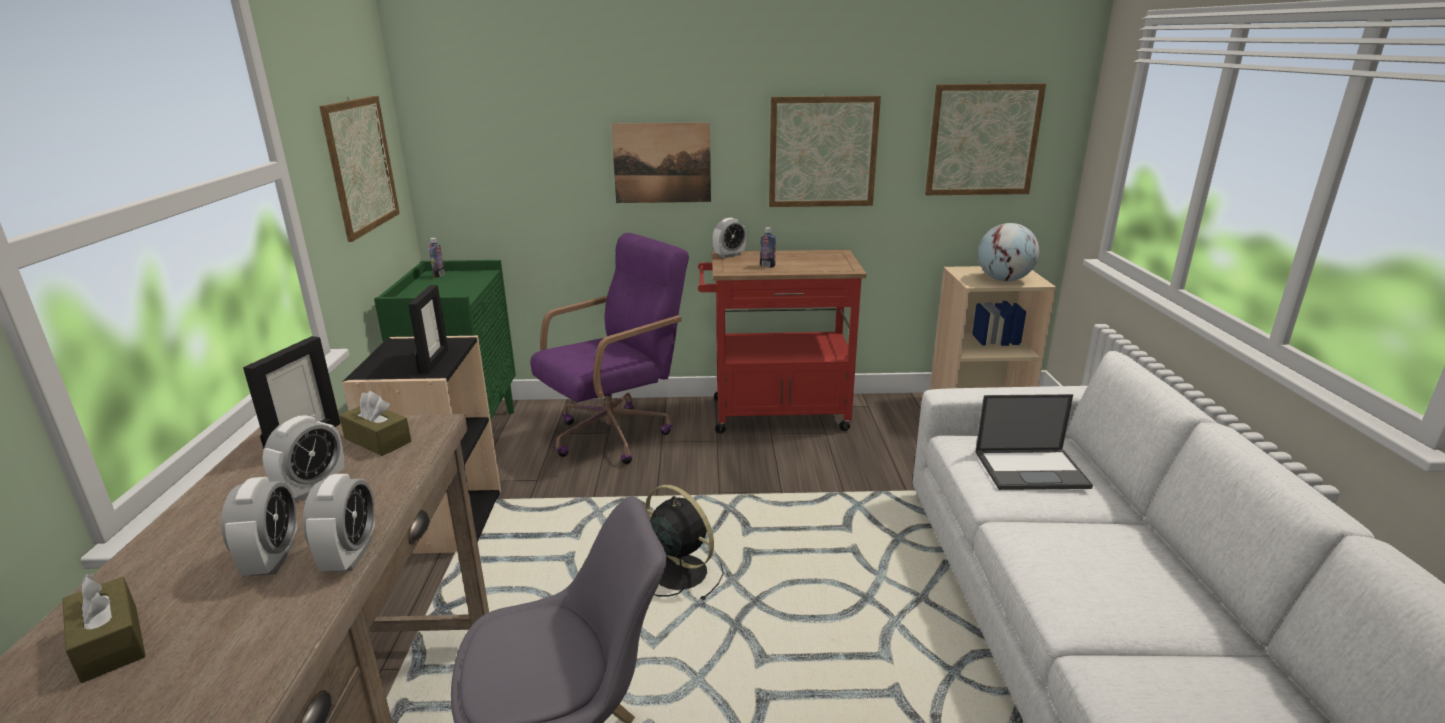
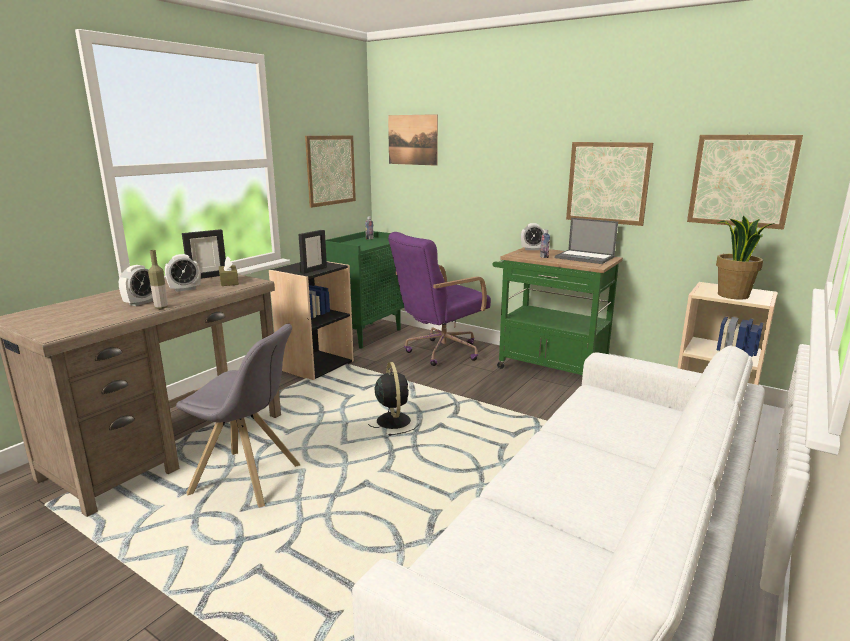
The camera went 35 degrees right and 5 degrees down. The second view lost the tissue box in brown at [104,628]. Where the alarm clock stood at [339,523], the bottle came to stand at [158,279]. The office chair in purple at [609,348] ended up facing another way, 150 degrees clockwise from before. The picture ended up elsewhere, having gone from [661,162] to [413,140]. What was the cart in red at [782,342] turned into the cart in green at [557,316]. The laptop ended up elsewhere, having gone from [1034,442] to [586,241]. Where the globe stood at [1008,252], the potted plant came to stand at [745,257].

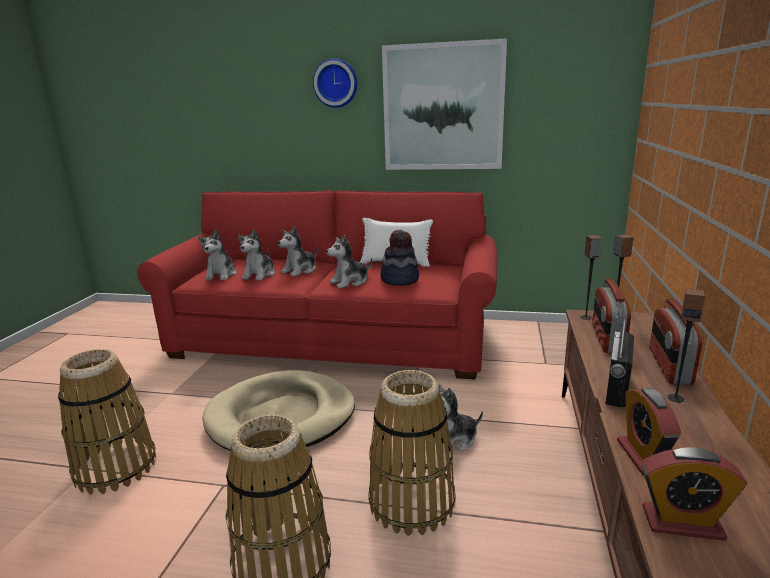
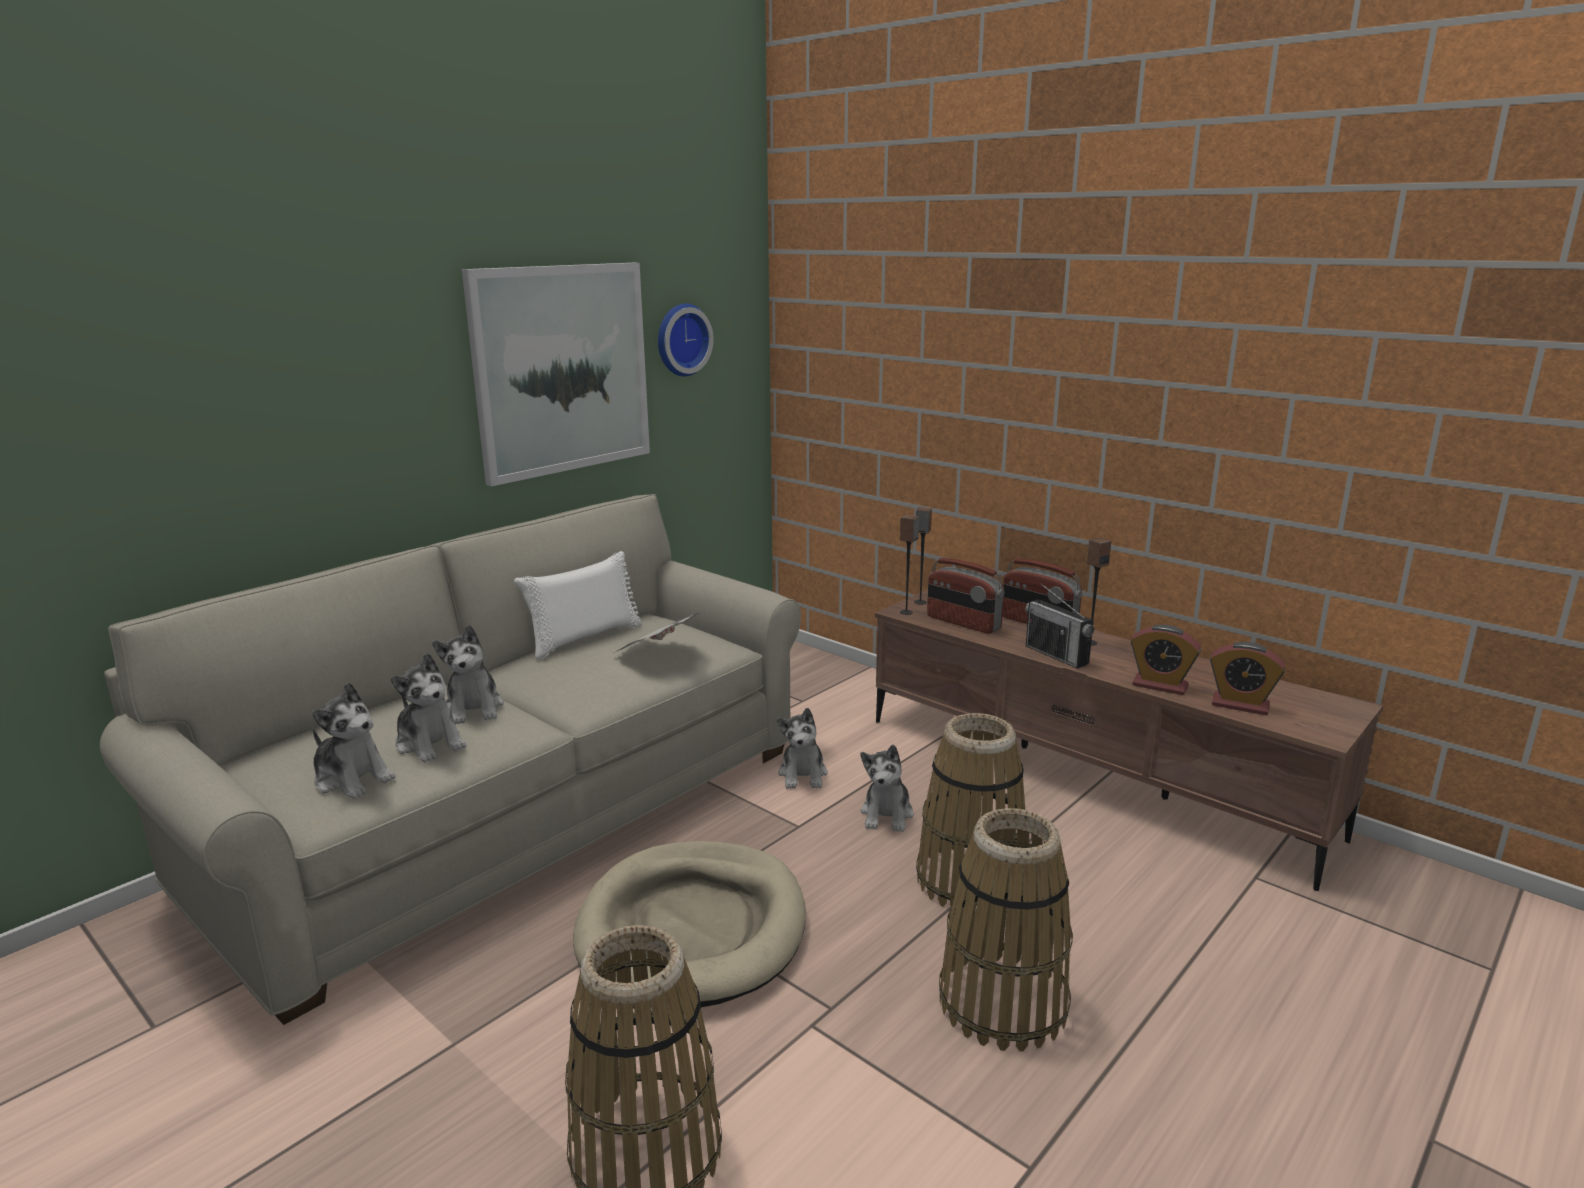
The camera went 60 degrees left and 0 degrees up. What was the sofa in red at [317,285] turned into the sofa in beige at [450,759]. The wall clock ended up elsewhere, having gone from [335,83] to [685,340]. The plush toy ended up elsewhere, having gone from [349,261] to [802,748]. Where the hat stood at [399,258], the newspaper came to stand at [656,633]. The alarm clock at [694,494] ended up facing another way, 75 degrees clockwise from before.

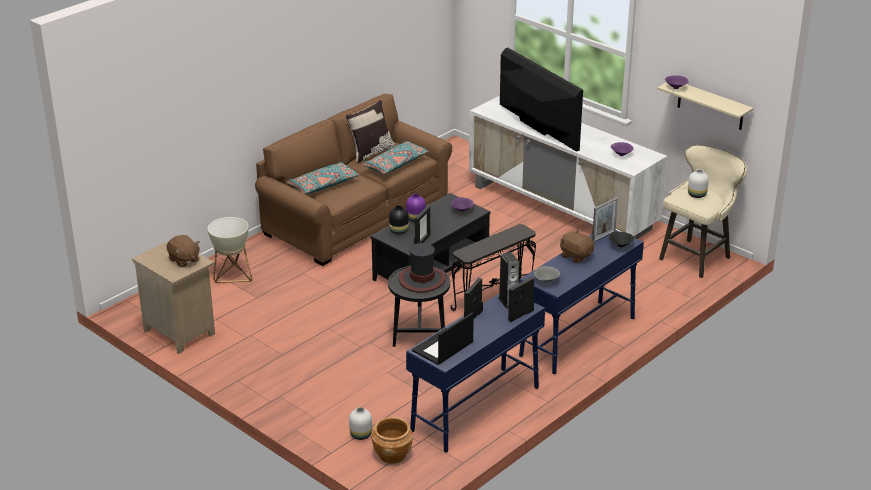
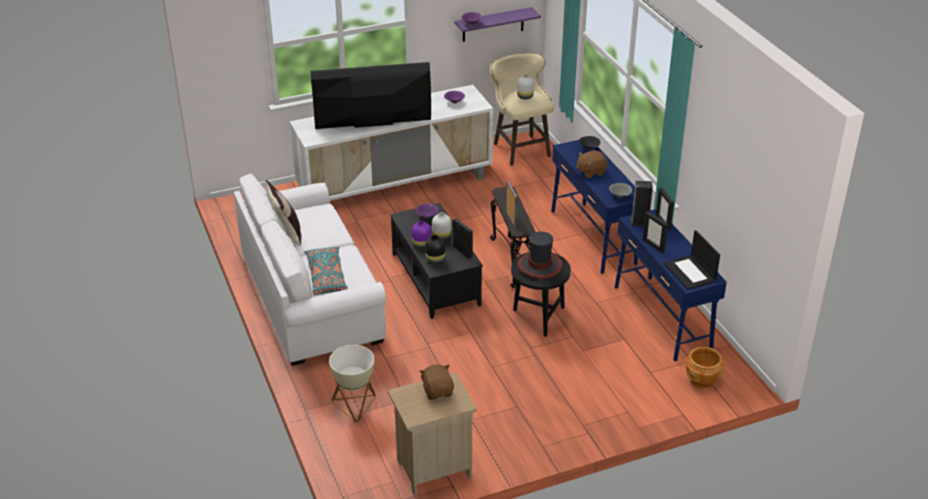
The camera went 65 degrees left and 5 degrees up. The plush toy in brown at [183,251] ended up facing another way, 90 degrees counterclockwise from before. What was the sofa in brown at [353,180] turned into the sofa in white at [310,269]. The vase in white ended up elsewhere, having gone from [360,423] to [441,226]. The second view lost the pillow in turquoise at [395,158]. The picture frame ended up elsewhere, having gone from [605,219] to [511,203]. What was the shelf in beige at [705,106] turned into the shelf in purple at [497,24].

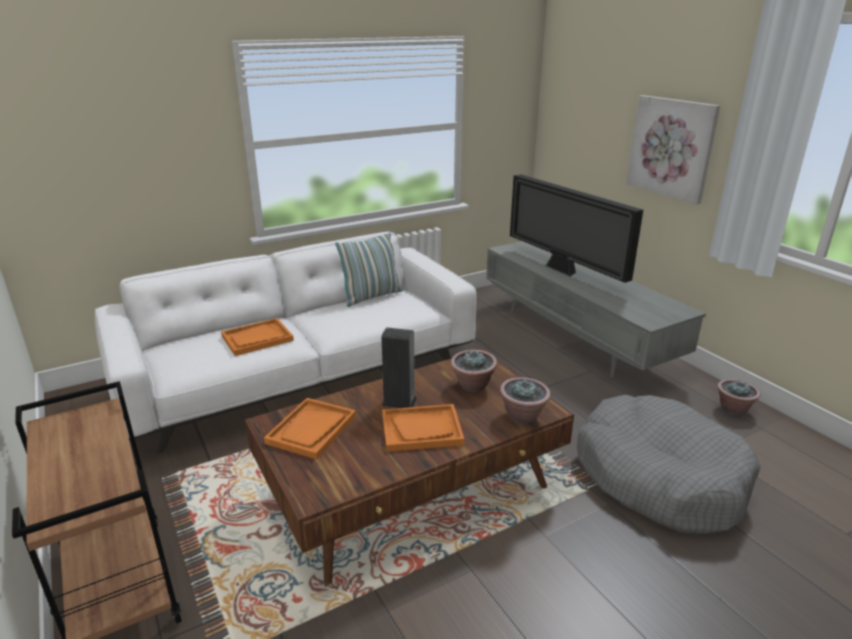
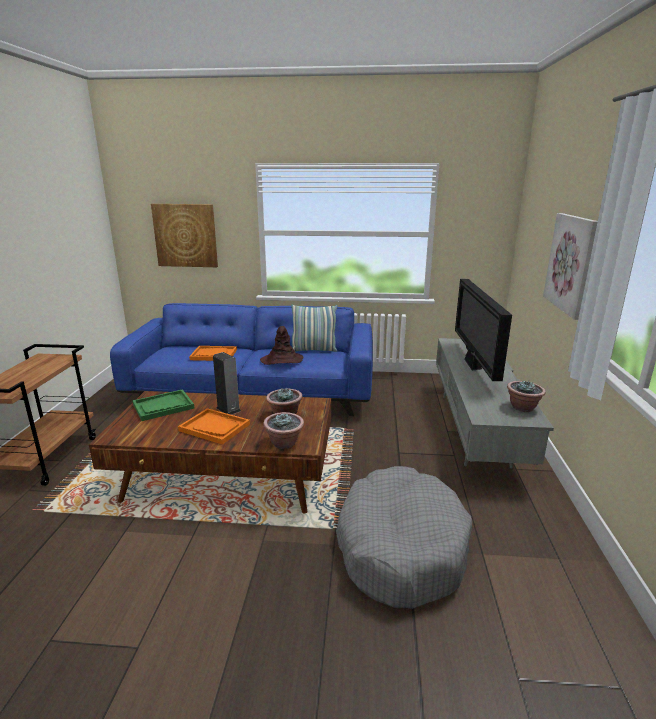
The camera went 35 degrees right and 5 degrees down. What was the sofa in white at [286,343] turned into the sofa in blue at [241,359]. What was the tray in orange at [310,428] turned into the tray in green at [163,405]. The potted plant ended up elsewhere, having gone from [739,397] to [526,396]. The second view gained the picture at [184,235]. The second view gained the hat in brown at [282,345].

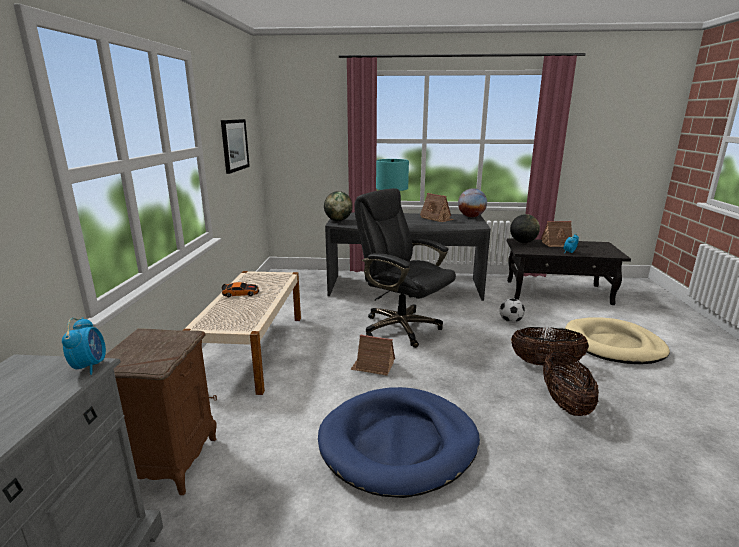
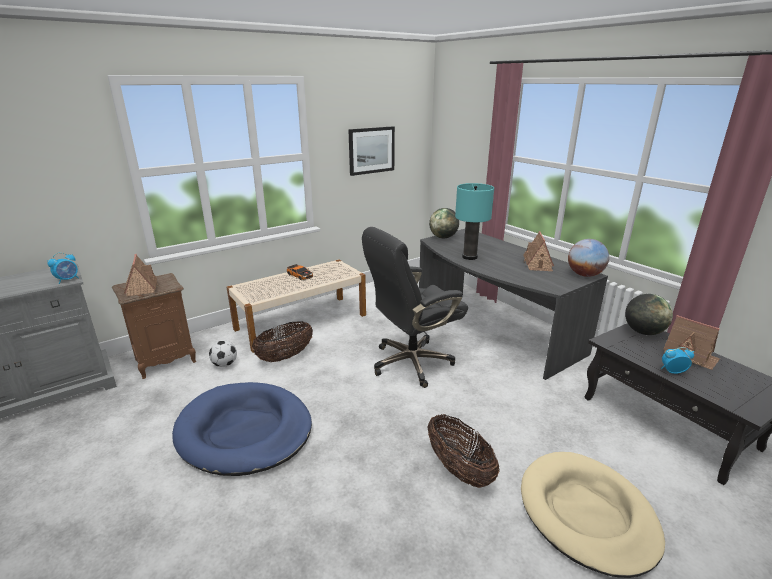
The camera went 50 degrees right and 5 degrees up. The toy house ended up elsewhere, having gone from [373,355] to [141,275]. The office chair in black at [405,268] ended up facing another way, 120 degrees counterclockwise from before. The football ended up elsewhere, having gone from [512,310] to [223,353]. The basket ended up elsewhere, having gone from [571,383] to [282,341].

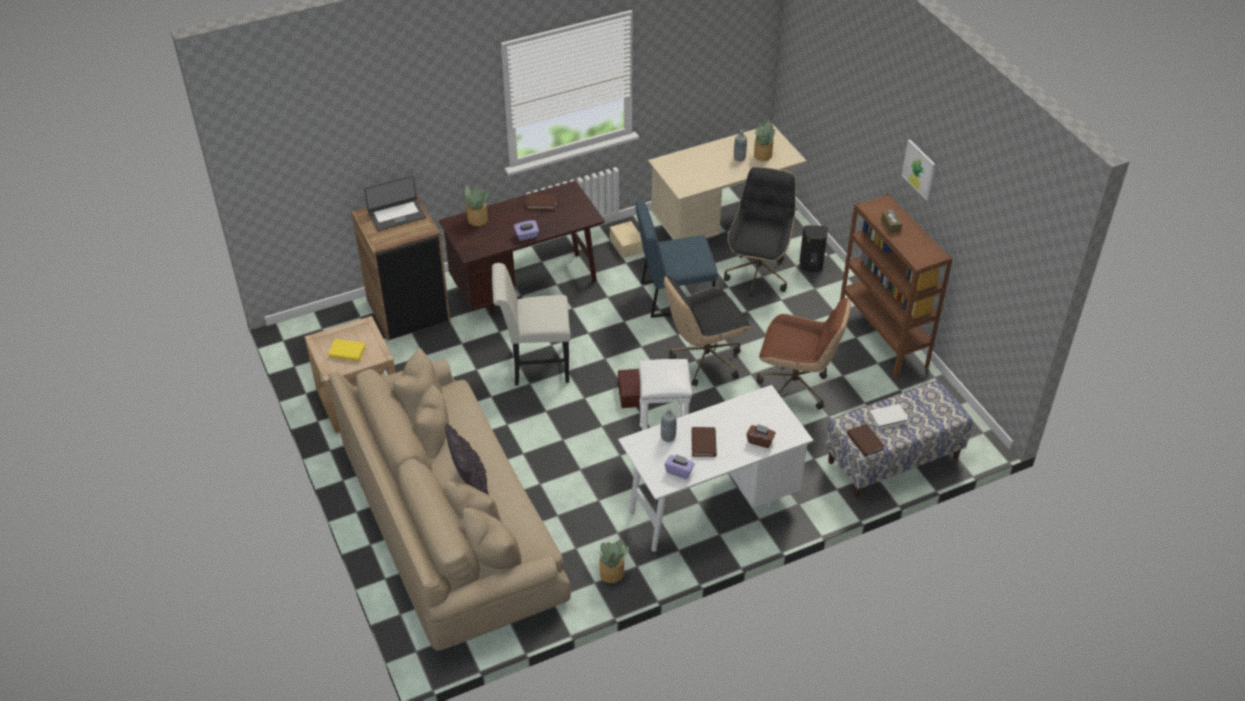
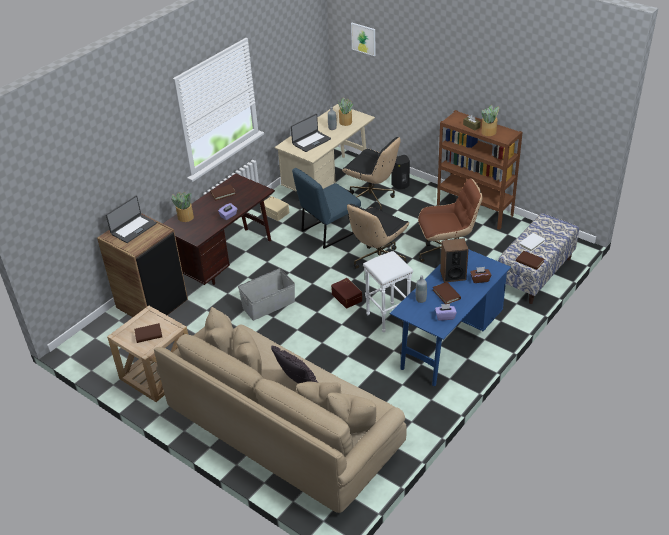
The camera went 25 degrees left and 5 degrees down. What was the book in yellow at [347,350] turned into the book in brown at [148,333]. Where the chair in white stood at [531,324], the storage box in grey came to stand at [266,294]. The potted plant ended up elsewhere, having gone from [614,561] to [490,120]. What was the desk in white at [715,468] turned into the desk in blue at [450,318]. The office chair in black at [760,232] ended up facing another way, 135 degrees clockwise from before. The picture ended up elsewhere, having gone from [918,170] to [363,39]. The second view gained the laptop at [311,133]. The second view gained the speaker at [454,260].

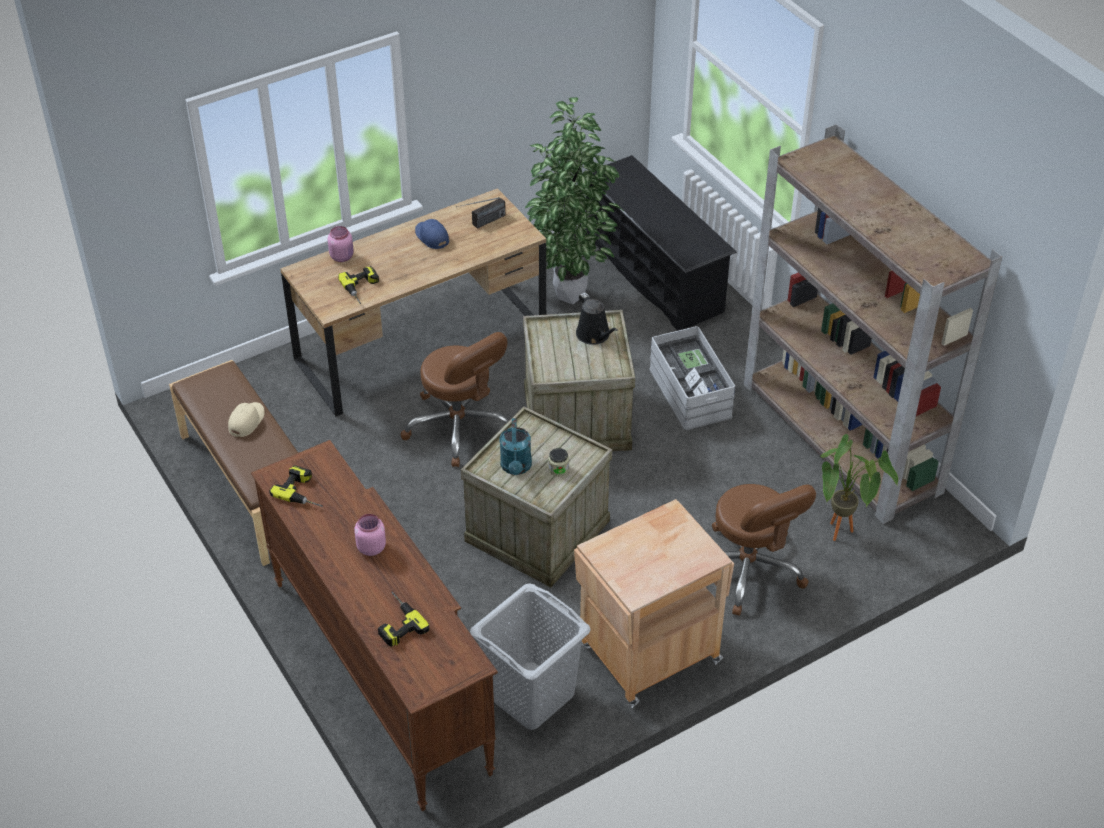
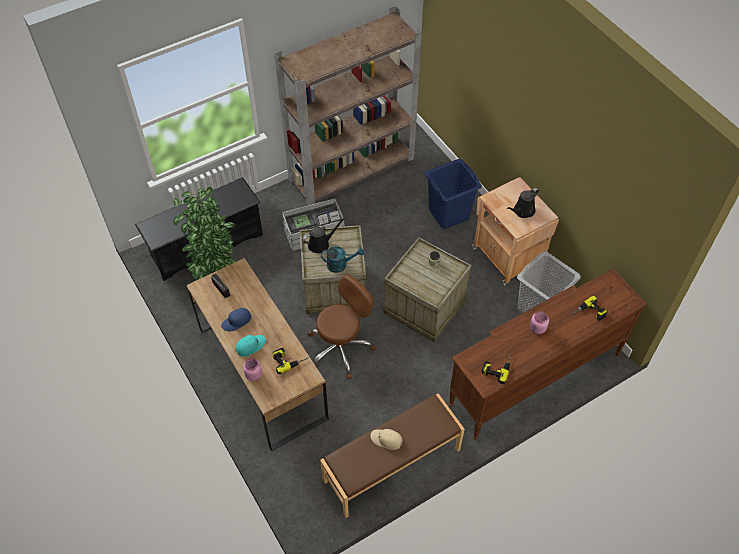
The camera went 90 degrees left and 10 degrees up. The watering can in turquoise ended up elsewhere, having gone from [516,446] to [342,259]. Where the office chair in brown stood at [764,550], the laundry basket in blue came to stand at [453,194]. The second view lost the potted plant at [859,487]. The second view gained the cap in turquoise at [250,346]. The second view gained the watering can in black at [523,203].

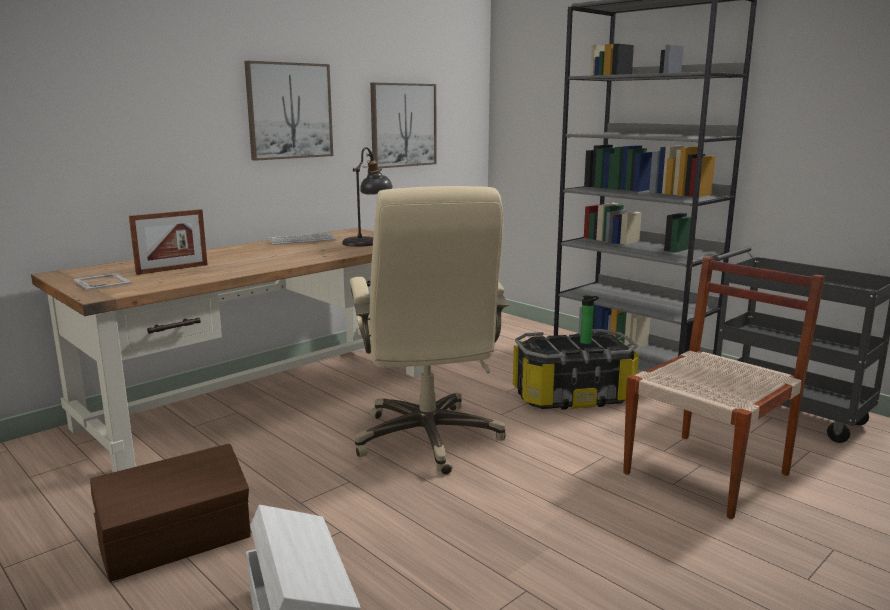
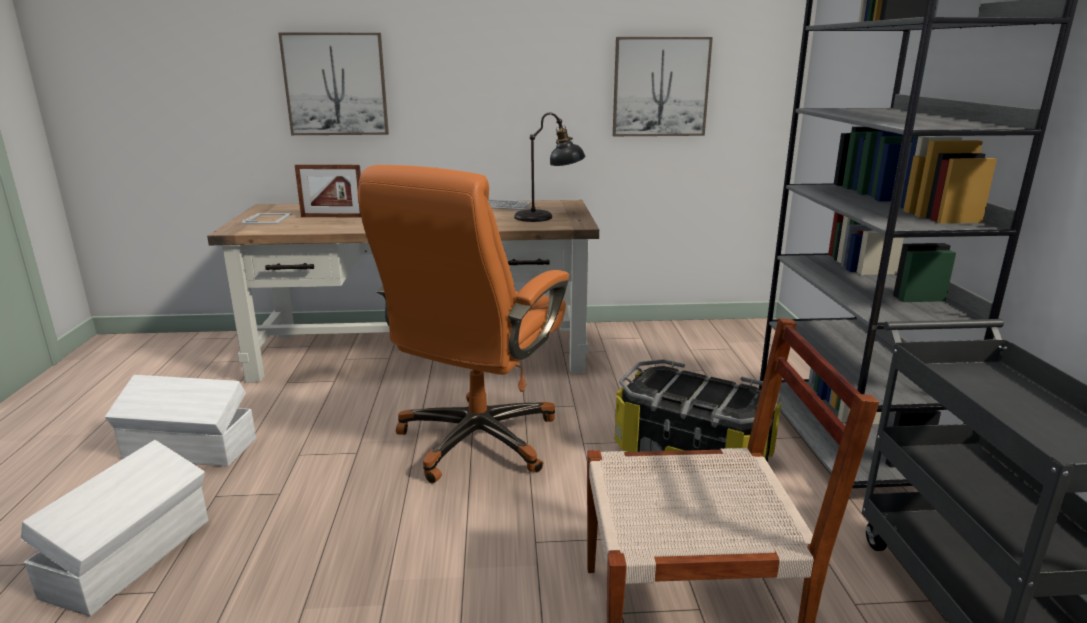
The camera went 40 degrees right and 5 degrees up. What was the storage box in brown at [170,513] turned into the storage box in white at [180,421]. The picture ended up elsewhere, having gone from [288,111] to [333,84]. What was the office chair in beige at [429,330] turned into the office chair in orange at [463,324]. The second view lost the bottle at [589,320].

